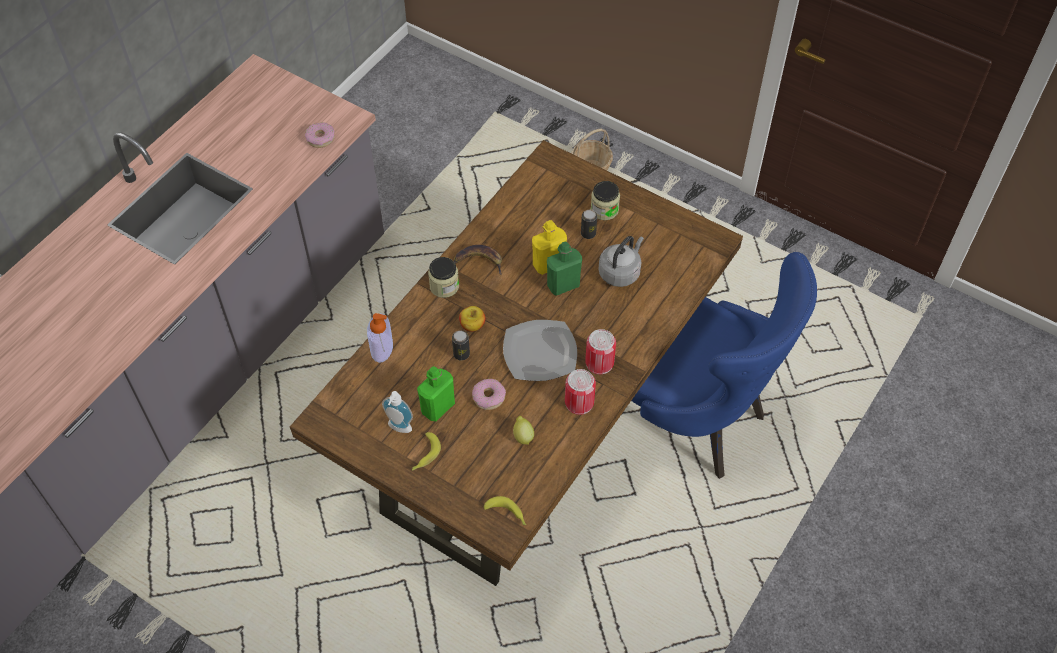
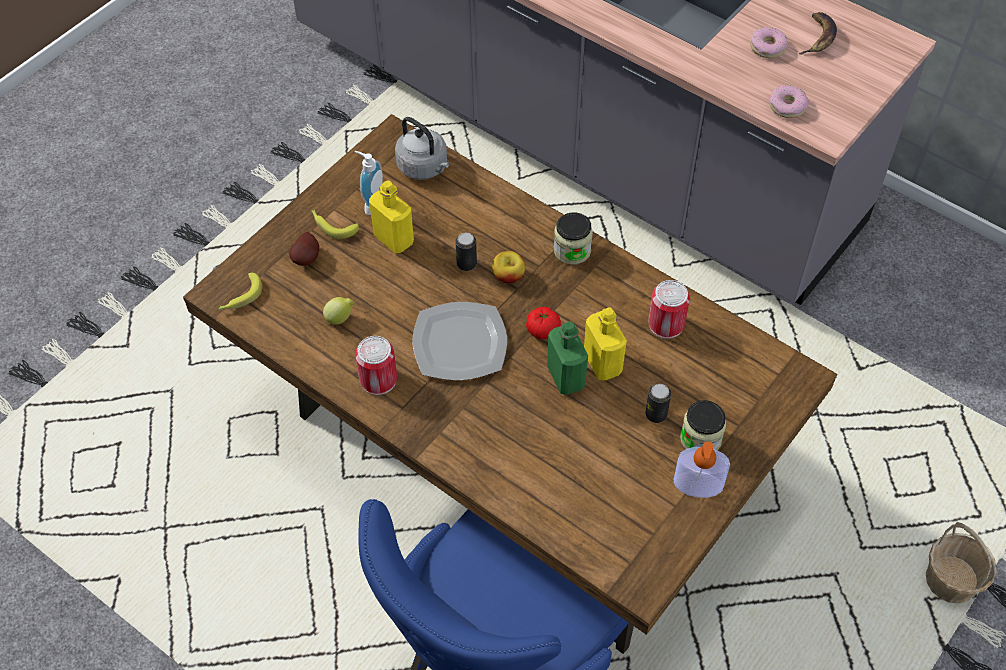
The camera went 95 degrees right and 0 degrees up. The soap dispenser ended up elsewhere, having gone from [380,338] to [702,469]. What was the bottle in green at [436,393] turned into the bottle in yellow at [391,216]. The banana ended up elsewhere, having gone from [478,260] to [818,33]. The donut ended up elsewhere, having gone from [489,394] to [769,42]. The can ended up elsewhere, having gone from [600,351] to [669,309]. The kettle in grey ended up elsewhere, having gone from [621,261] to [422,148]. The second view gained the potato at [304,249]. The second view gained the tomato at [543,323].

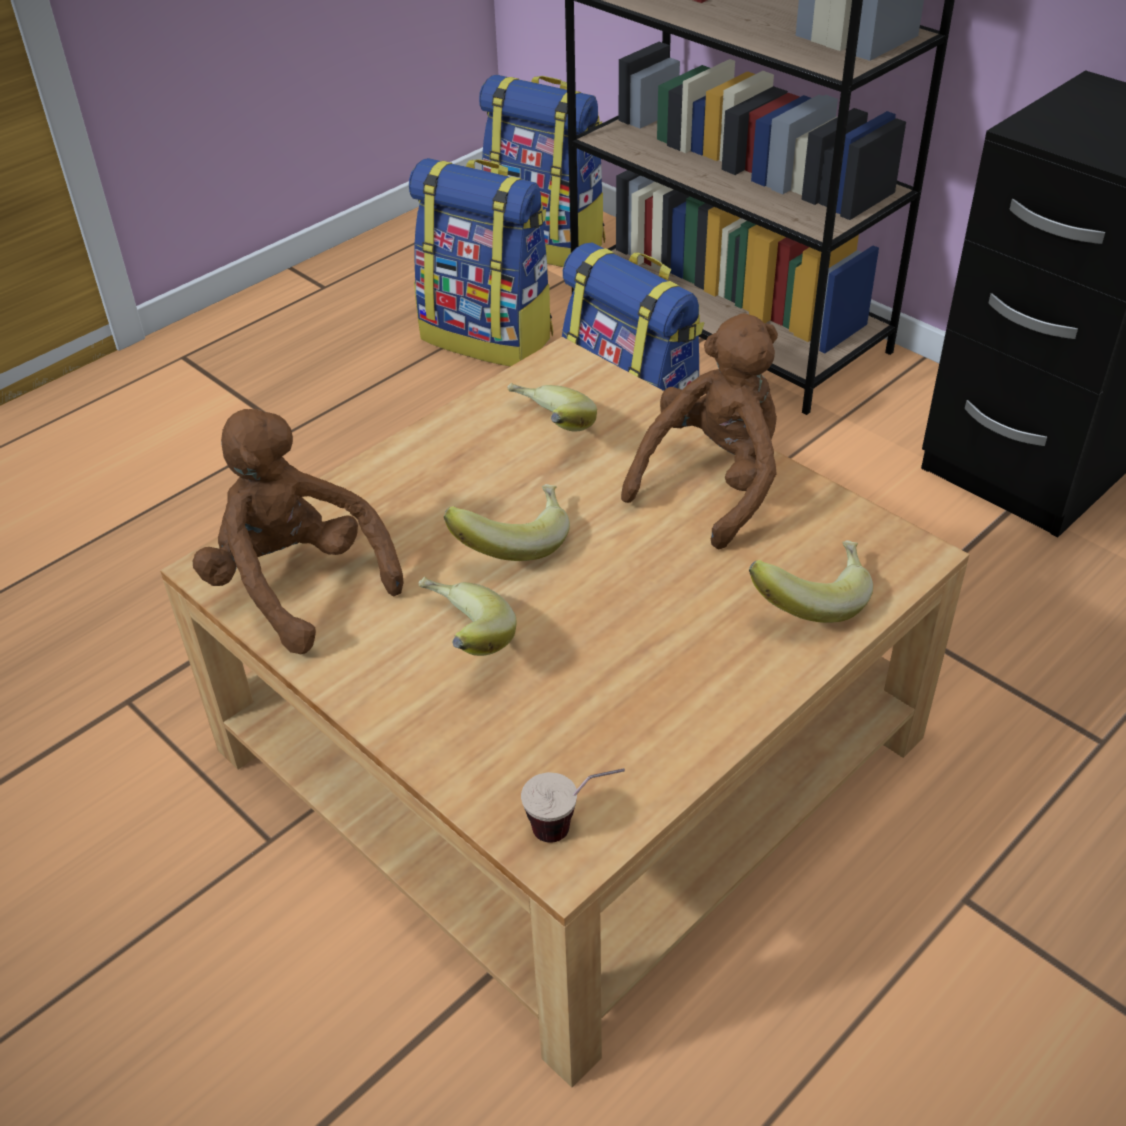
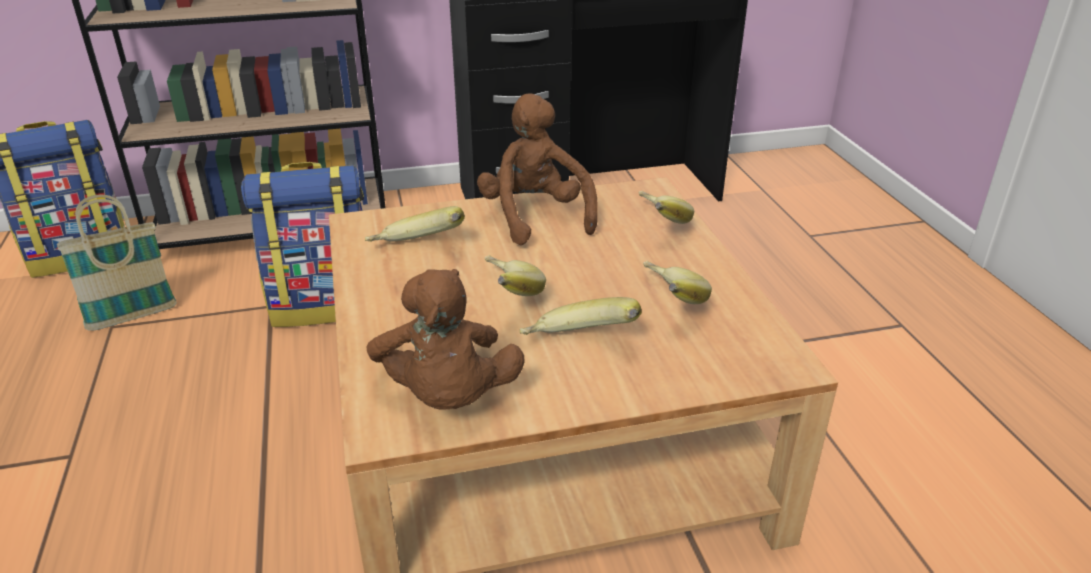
The camera went 60 degrees left and 10 degrees down. The plush toy in brown at [298,531] ended up facing another way, 90 degrees counterclockwise from before. Where the backpack stood at [481,262], the basket came to stand at [117,262]. The second view lost the cup at [573,805]. The second view gained the banana at [677,282].

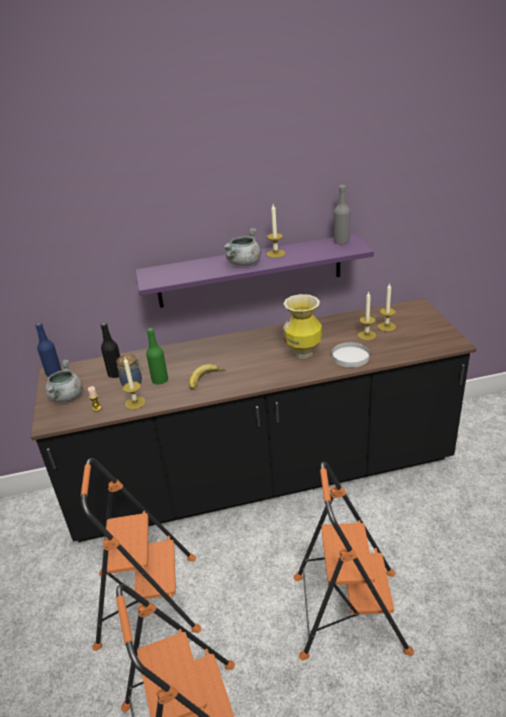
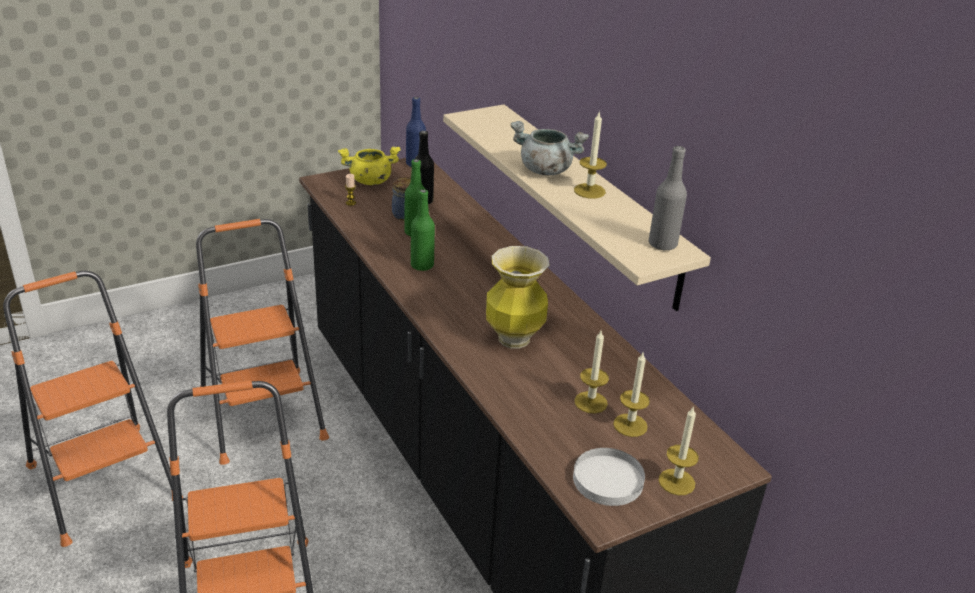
The camera went 70 degrees right and 0 degrees up. What was the cooking pot in grey at [64,381] turned into the cooking pot in yellow at [369,165]. The candle ended up elsewhere, having gone from [134,384] to [678,450]. What was the shelf in purple at [254,271] turned into the shelf in beige at [577,208]. Where the banana stood at [207,377], the bottle in green came to stand at [423,230]. The plate in white ended up elsewhere, having gone from [351,354] to [609,477].

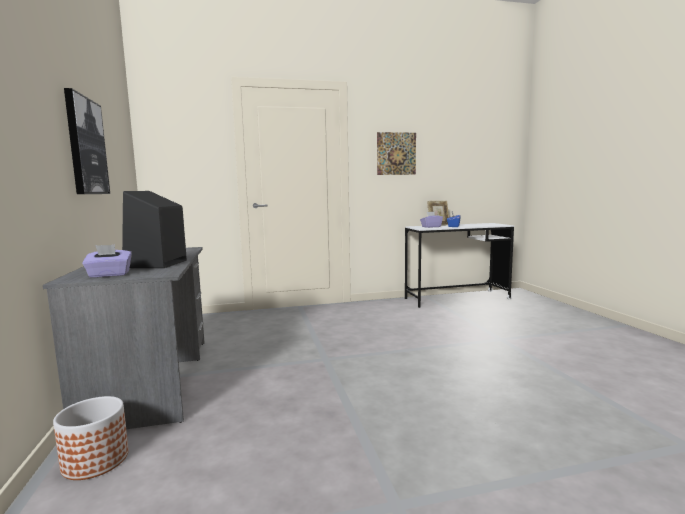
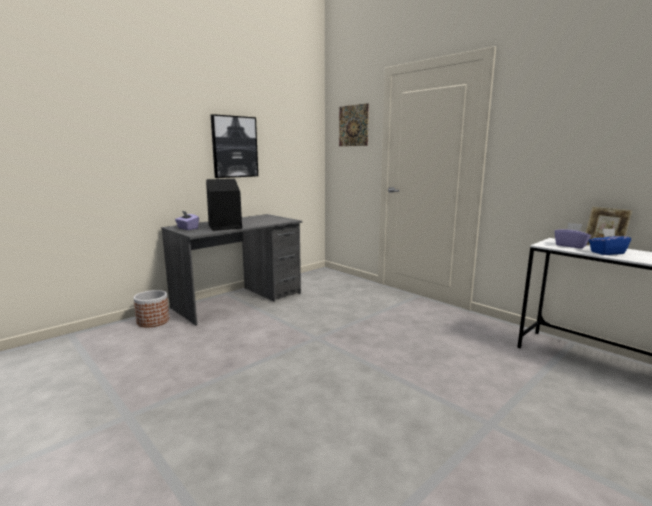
The camera went 60 degrees right and 5 degrees up. The picture ended up elsewhere, having gone from [396,153] to [354,124].

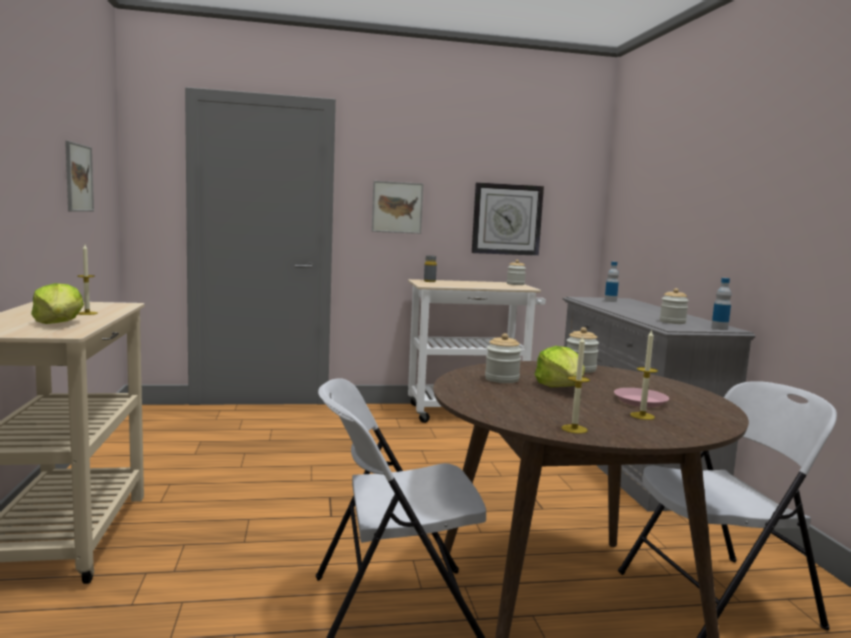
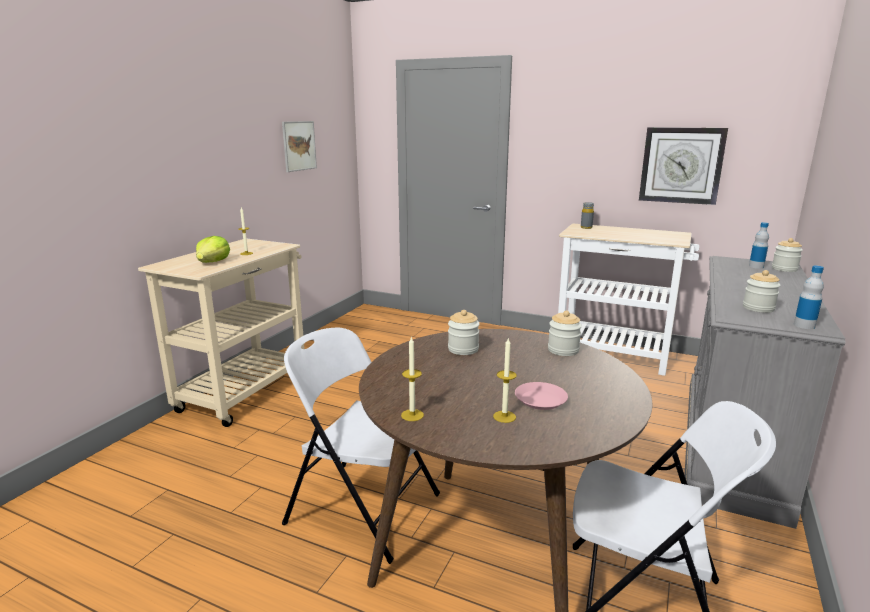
The camera went 35 degrees right and 10 degrees up. The second view lost the picture at [397,207]. The jar ended up elsewhere, having gone from [516,272] to [787,255]. The second view lost the lettuce at [560,366].

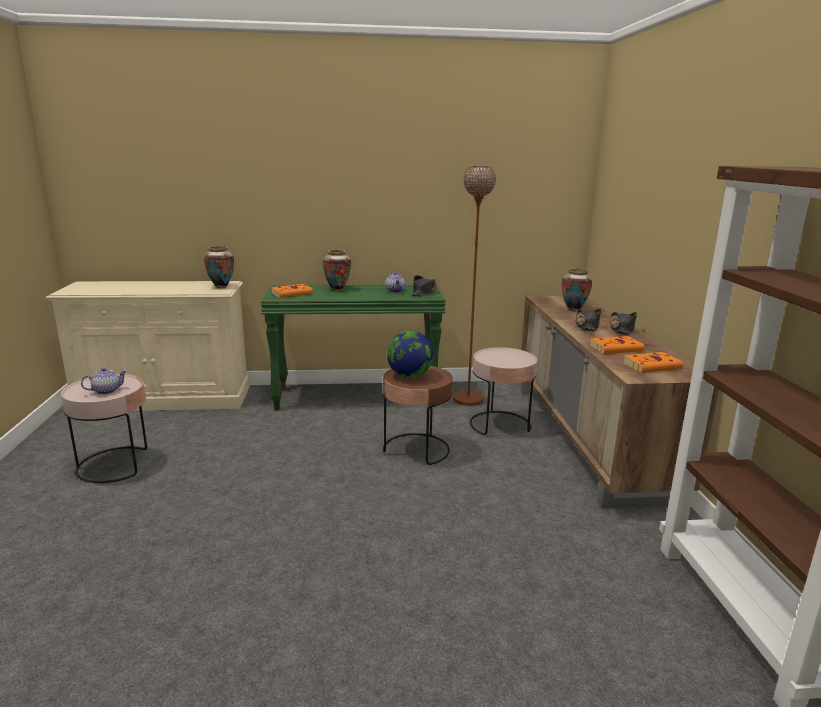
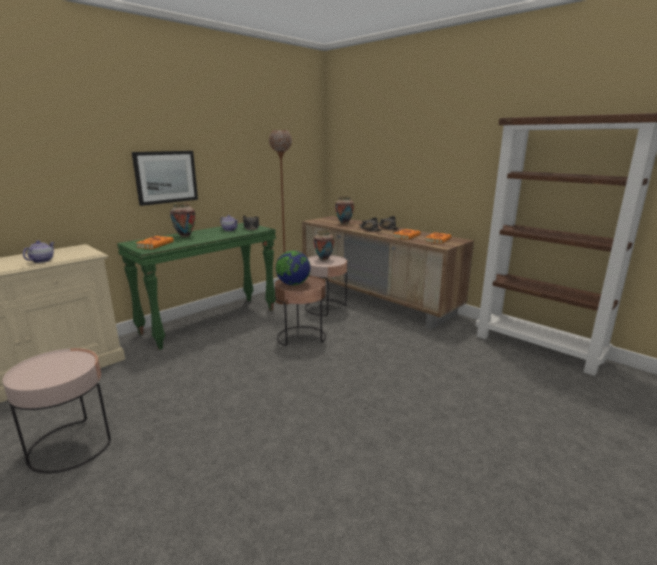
The camera went 40 degrees left and 0 degrees up. The teapot ended up elsewhere, having gone from [104,381] to [39,251]. The vase ended up elsewhere, having gone from [219,267] to [324,245]. The second view gained the picture at [165,178].

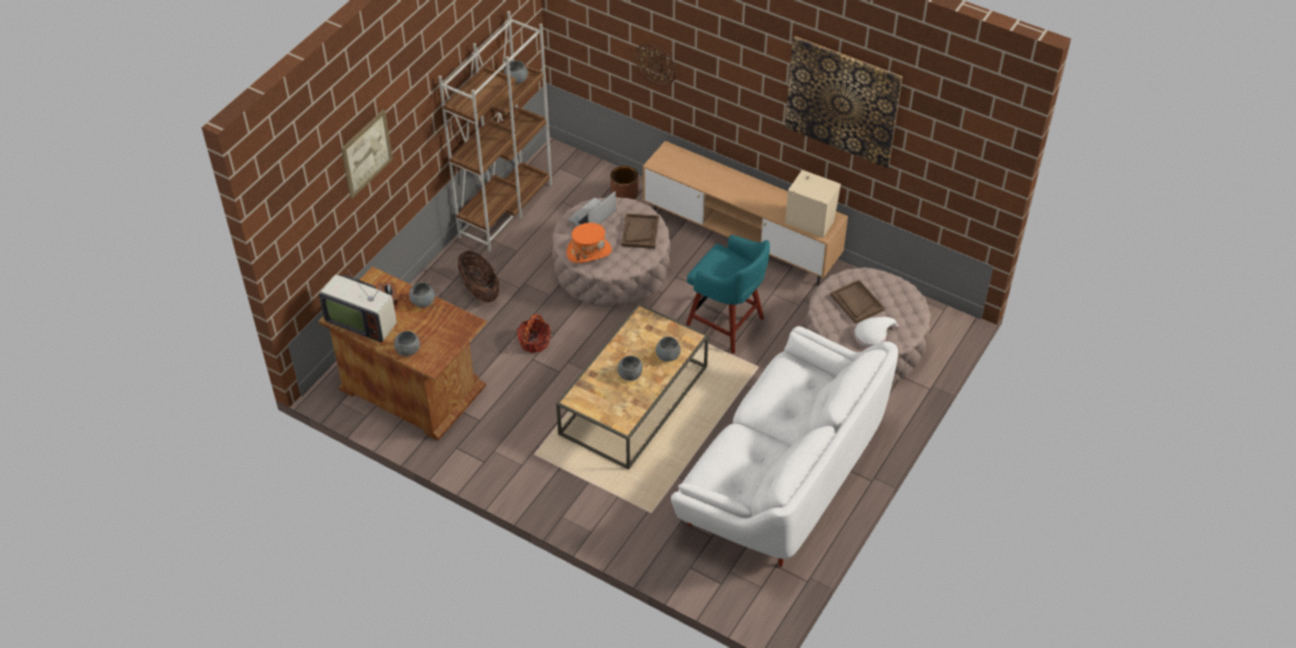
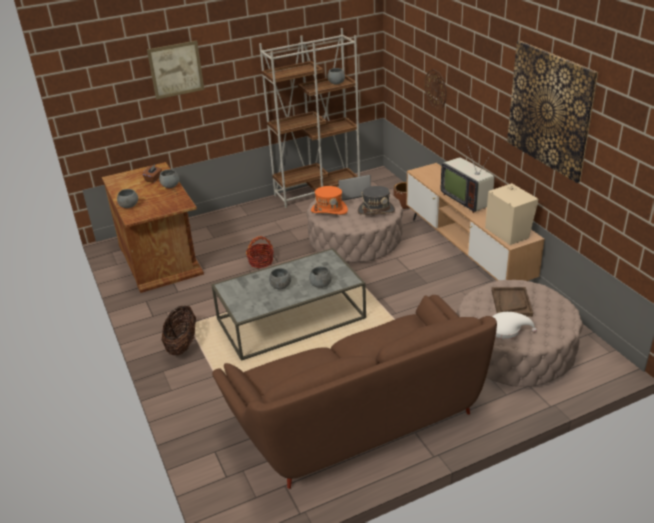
The camera went 35 degrees right and 15 degrees down. The television ended up elsewhere, having gone from [358,306] to [467,178]. The basket ended up elsewhere, having gone from [478,277] to [179,330]. What was the coffee table in brown at [632,386] turned into the coffee table in grey at [288,304]. Where the tray in brown stood at [640,231], the hat in grey came to stand at [376,200]. What was the sofa in white at [784,446] turned into the sofa in brown at [354,392]. The second view lost the stool in turquoise at [728,294].

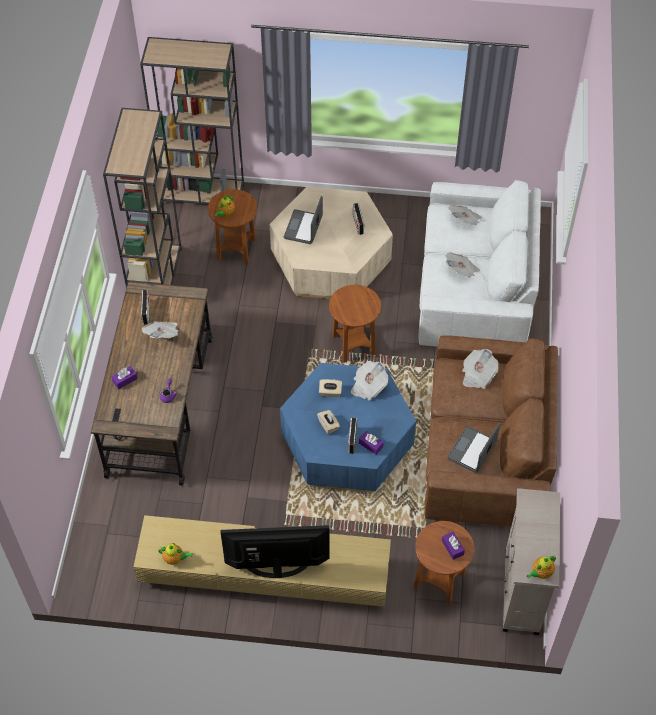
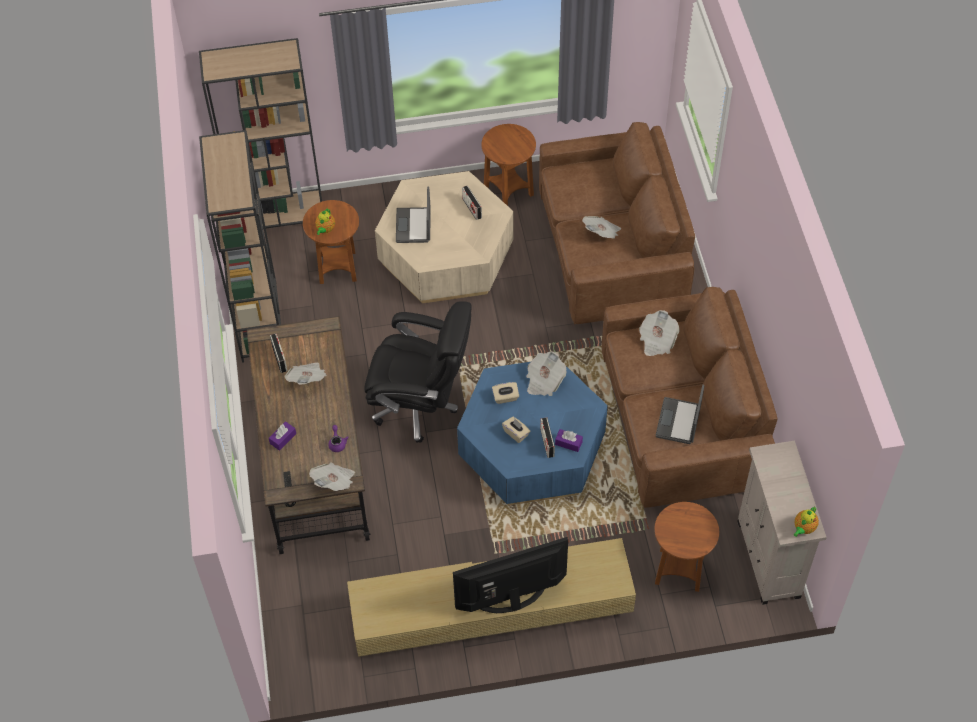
The camera went 15 degrees left and 0 degrees up. The second view lost the teapot at [175,554]. The side table in brown ended up elsewhere, having gone from [355,324] to [509,165]. What was the sofa in white at [479,263] turned into the sofa in brown at [617,223]. The second view lost the tissue box in purple at [453,546]. The newspaper ended up elsewhere, having gone from [465,215] to [332,477]. The second view gained the office chair in black at [418,372].

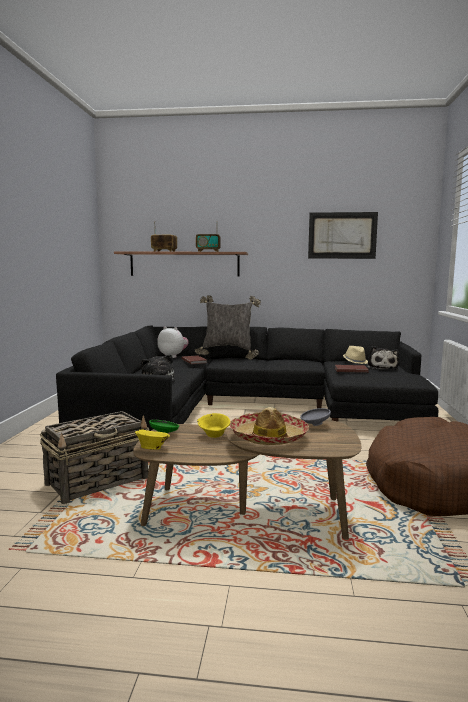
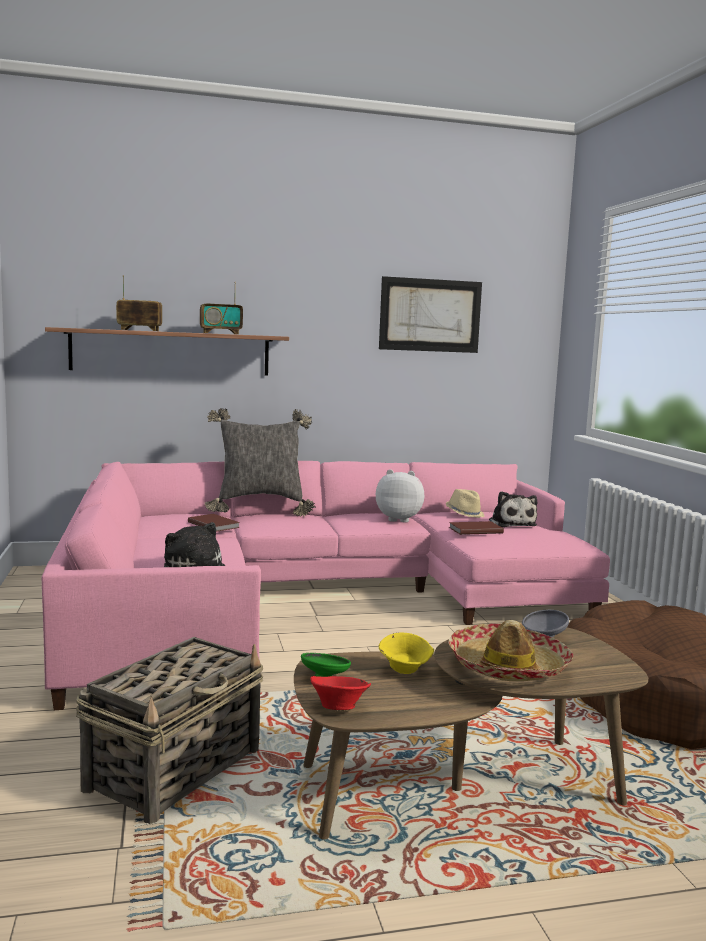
The camera went 20 degrees left and 0 degrees up. What was the sofa in black at [247,378] turned into the sofa in pink at [326,585]. What was the bowl in yellow at [152,439] turned into the bowl in red at [340,693]. The plush toy ended up elsewhere, having gone from [173,342] to [400,496].

